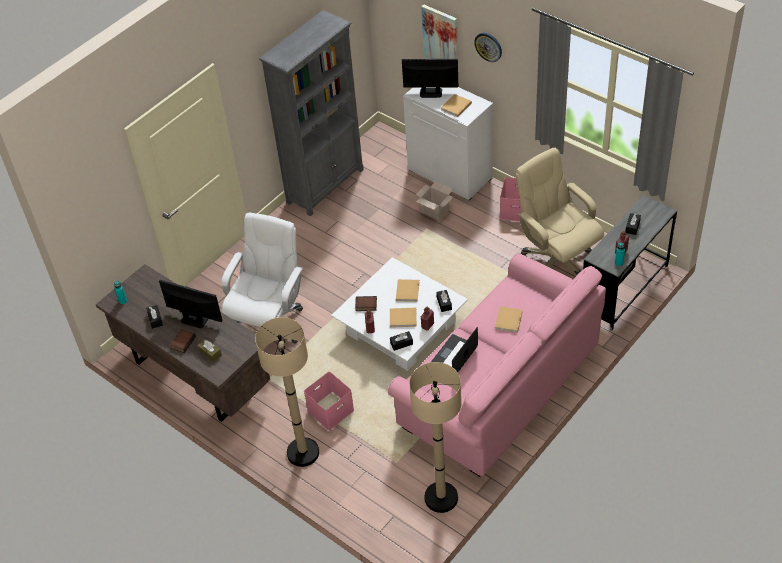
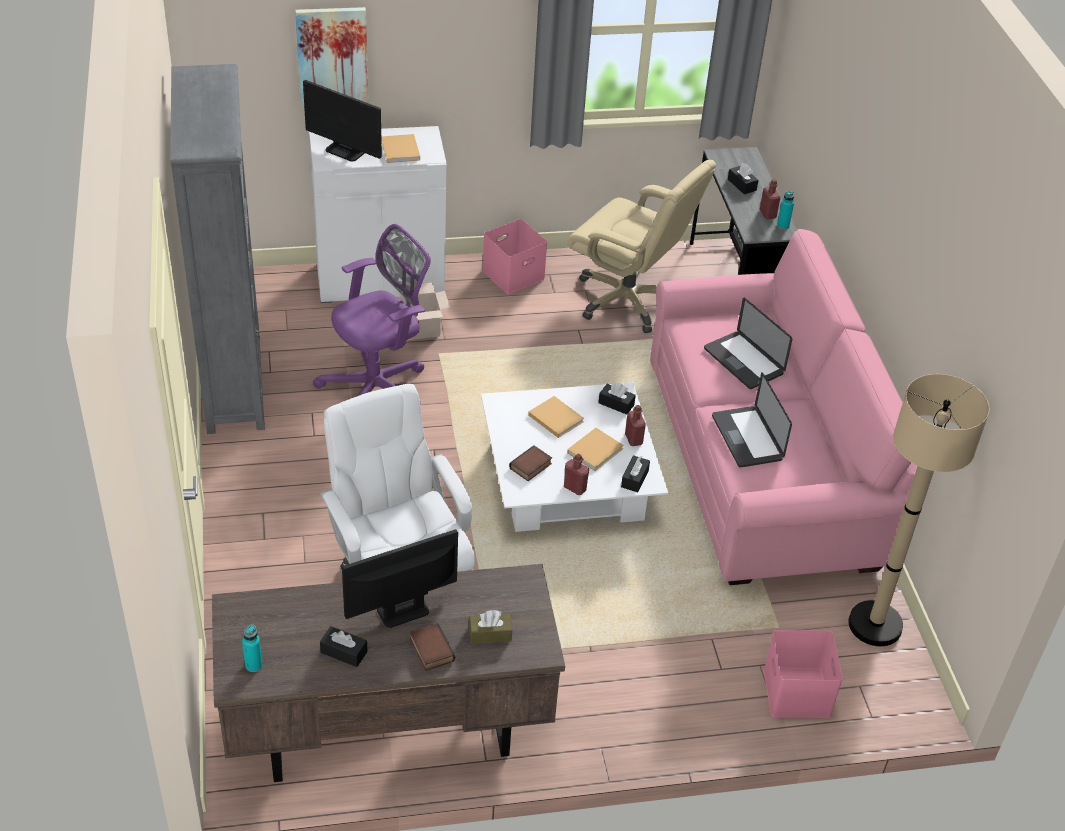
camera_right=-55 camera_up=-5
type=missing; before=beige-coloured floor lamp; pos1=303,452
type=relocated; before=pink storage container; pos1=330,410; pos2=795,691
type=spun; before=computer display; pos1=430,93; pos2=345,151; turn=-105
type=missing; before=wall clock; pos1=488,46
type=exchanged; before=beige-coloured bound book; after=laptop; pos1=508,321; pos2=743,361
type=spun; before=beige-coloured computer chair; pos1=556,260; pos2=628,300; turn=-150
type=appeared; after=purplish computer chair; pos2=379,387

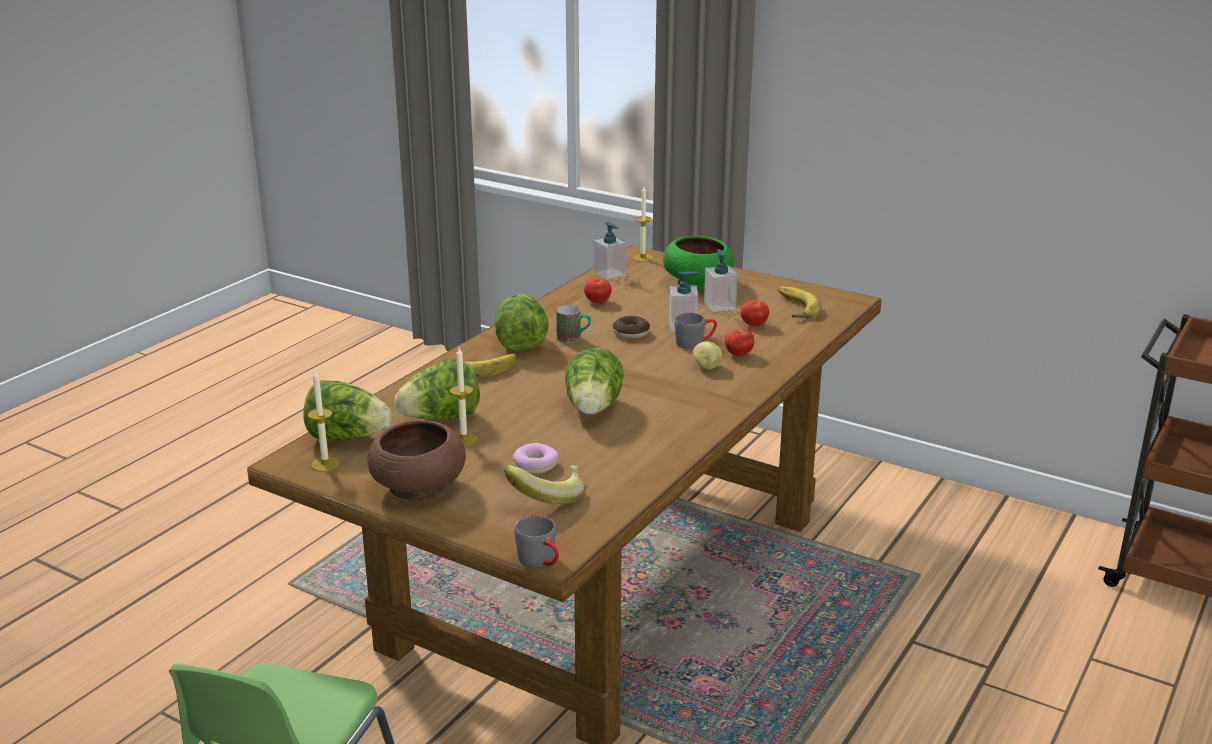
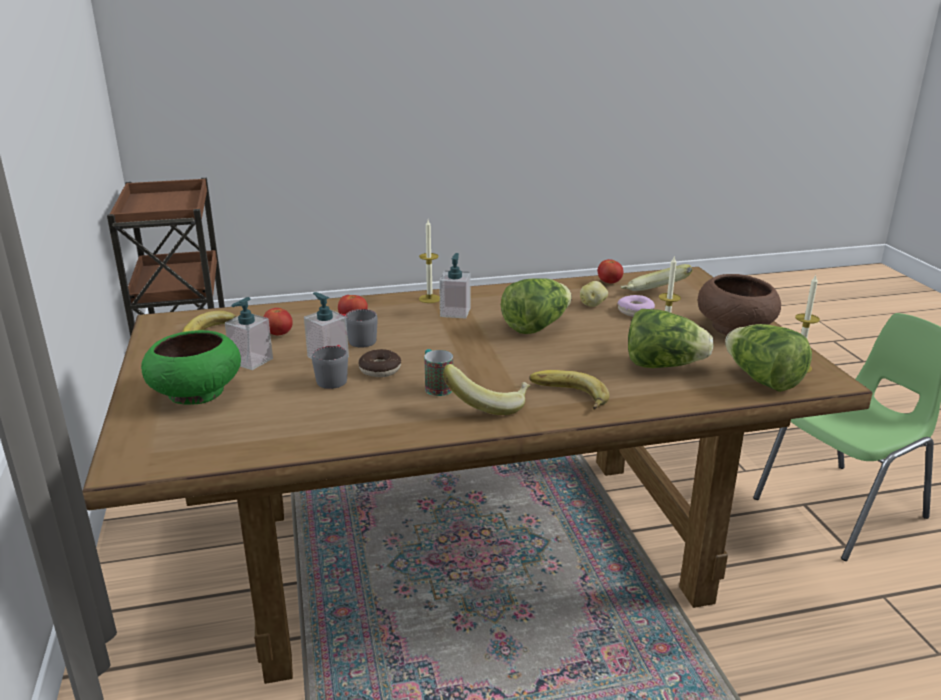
camera_right=-135 camera_up=0
type=exchanged; before=lettuce; after=banana; pos1=520,342; pos2=488,404
type=relocated; before=grey coffee mug; pos1=541,561; pos2=333,378
type=relocated; before=fresh tomato; pos1=597,302; pos2=609,283
type=relocated; before=liquid soap bottle; pos1=609,274; pos2=455,312
type=relocated; before=wax candle; pos1=643,258; pos2=429,299
type=relocated; before=potato; pos1=706,367; pos2=593,304

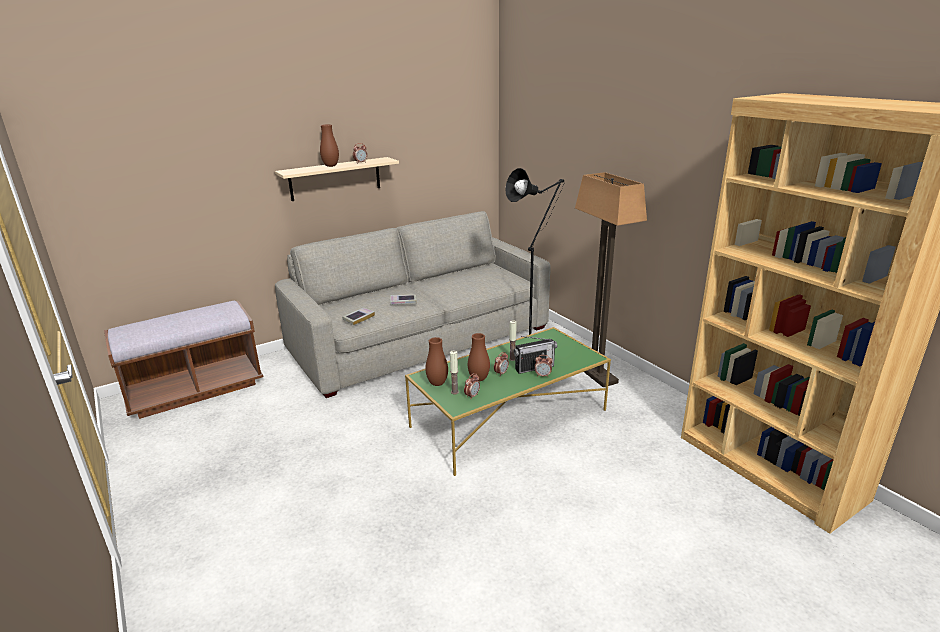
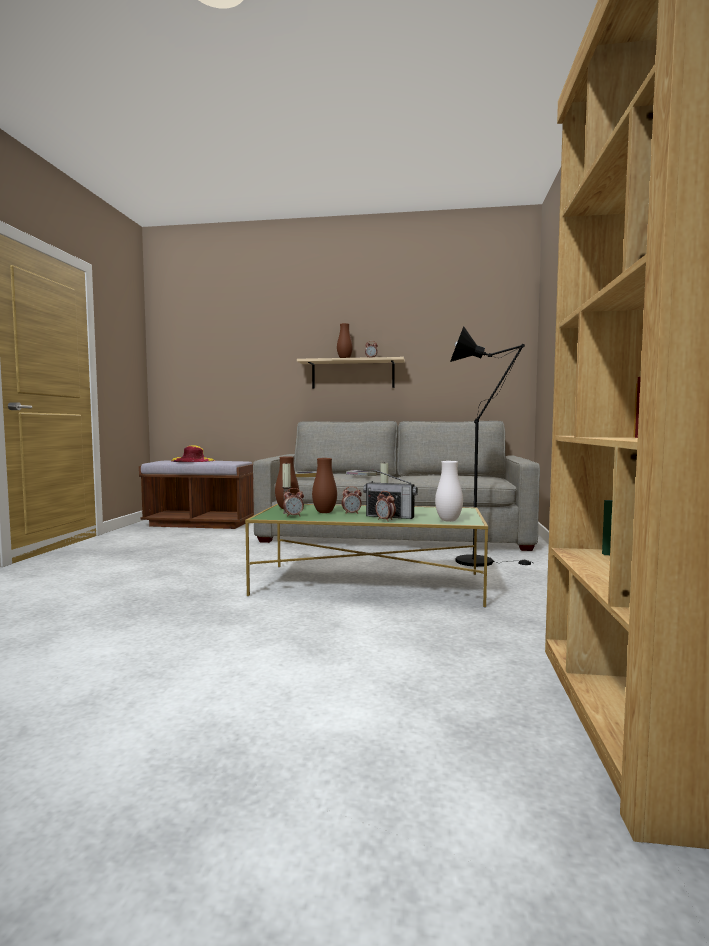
camera_right=40 camera_up=-20
type=missing; before=floor lamp; pos1=596,374
type=appeared; after=yellow wearable hat; pos2=193,460
type=appeared; after=whitish flower vase; pos2=448,520

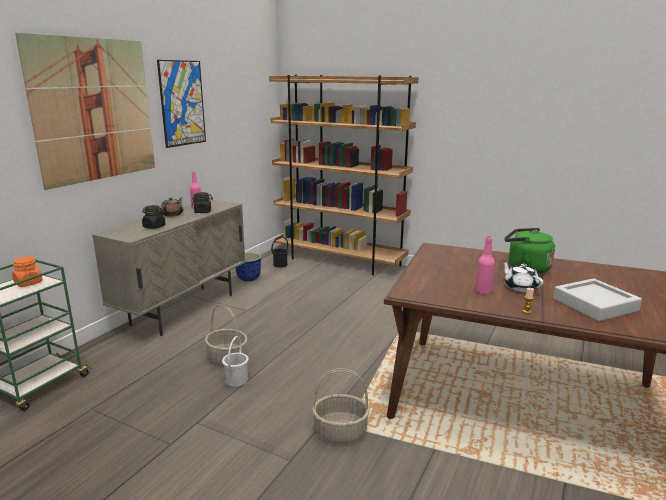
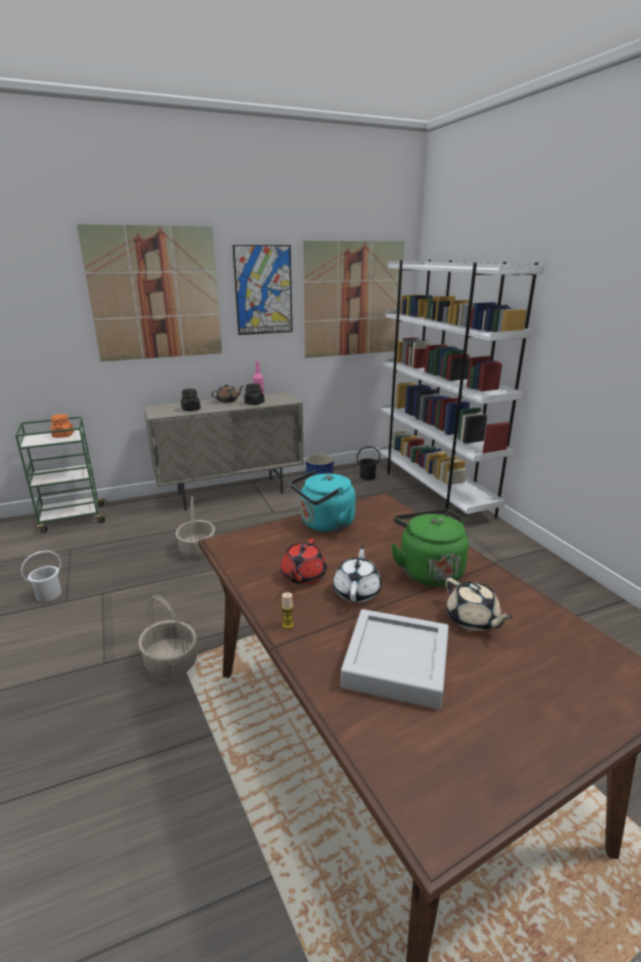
camera_right=40 camera_up=5
type=relocated; before=whitish water bucket; pos1=236,380; pos2=48,594
type=colour; before=brown-coloured shelving unit; after=whitish shelving unit; pos1=339,261; pos2=433,490
type=exchanged; before=pink bottle; after=red pot for tea; pos1=483,291; pos2=303,576
type=appeared; after=blue-green water kettle; pos2=324,524
type=appeared; after=wall art; pos2=353,299
type=appeared; after=beige-coloured pot for tea; pos2=472,620

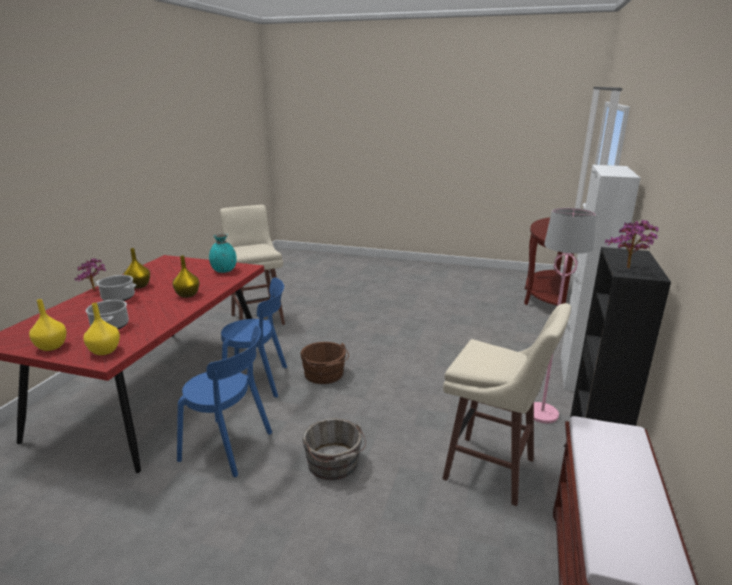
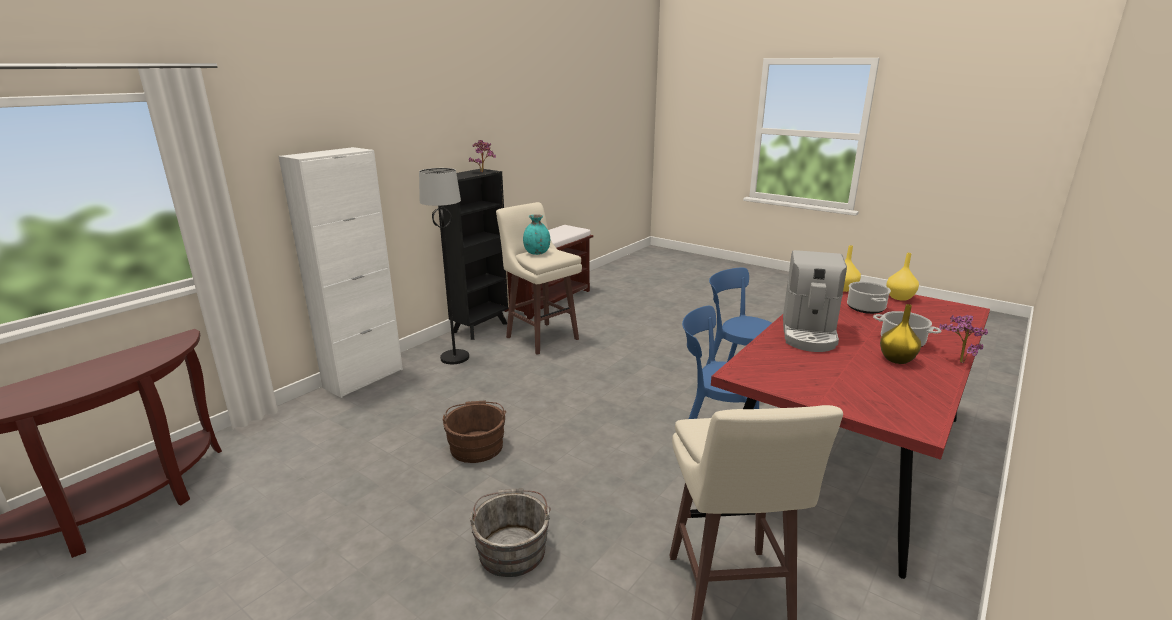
camera_right=-160 camera_up=0
type=exchanged; before=yellow flower vase; after=coffee maker; pos1=187,295; pos2=809,334
type=relocated; before=blue-green flower vase; pos1=224,270; pos2=537,253
type=relocated; before=brown-coloured water bucket; pos1=325,375; pos2=476,445
type=relocated; before=grey water bucket; pos1=334,464; pos2=512,548
type=colour; before=pink floor lamp; after=blackish floor lamp; pos1=542,414; pos2=454,357

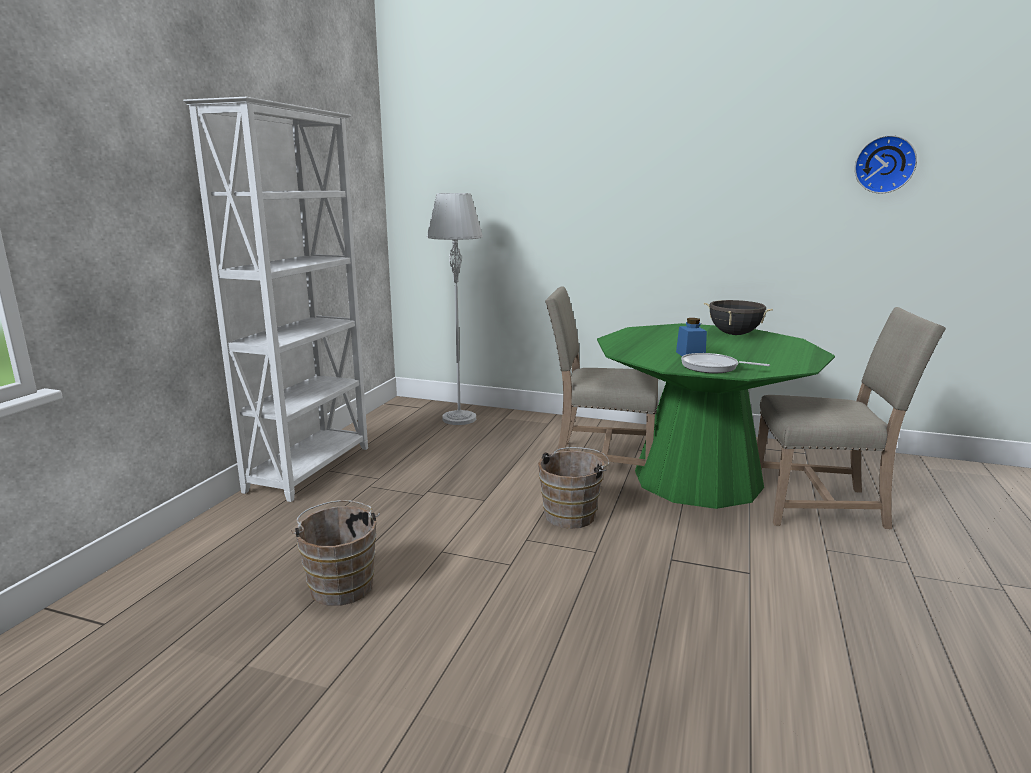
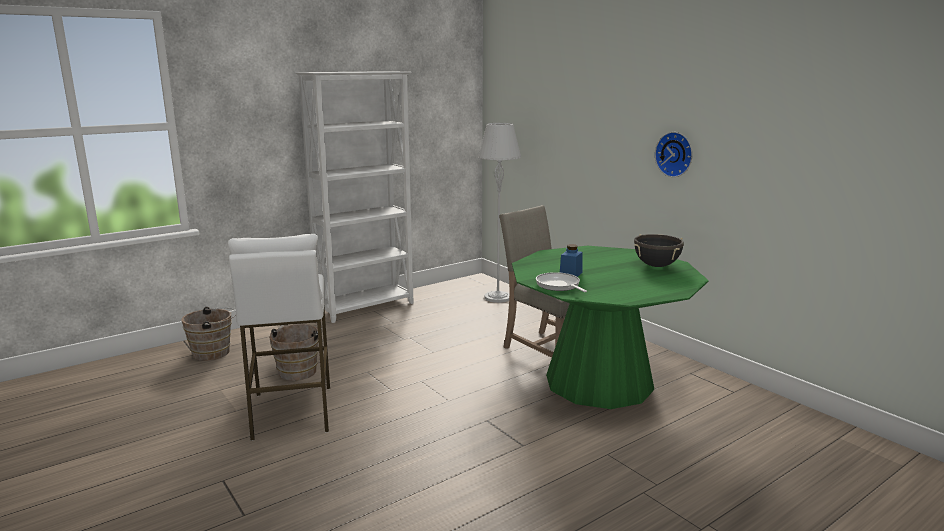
camera_right=35 camera_up=0
type=relocated; before=brown-coloured water bucket; pos1=572,514; pos2=214,353
type=missing; before=beige-coloured upright chair; pos1=822,505
type=relocated; before=wall clock; pos1=884,164; pos2=675,154
type=appeared; after=whitish sitting stool; pos2=291,412

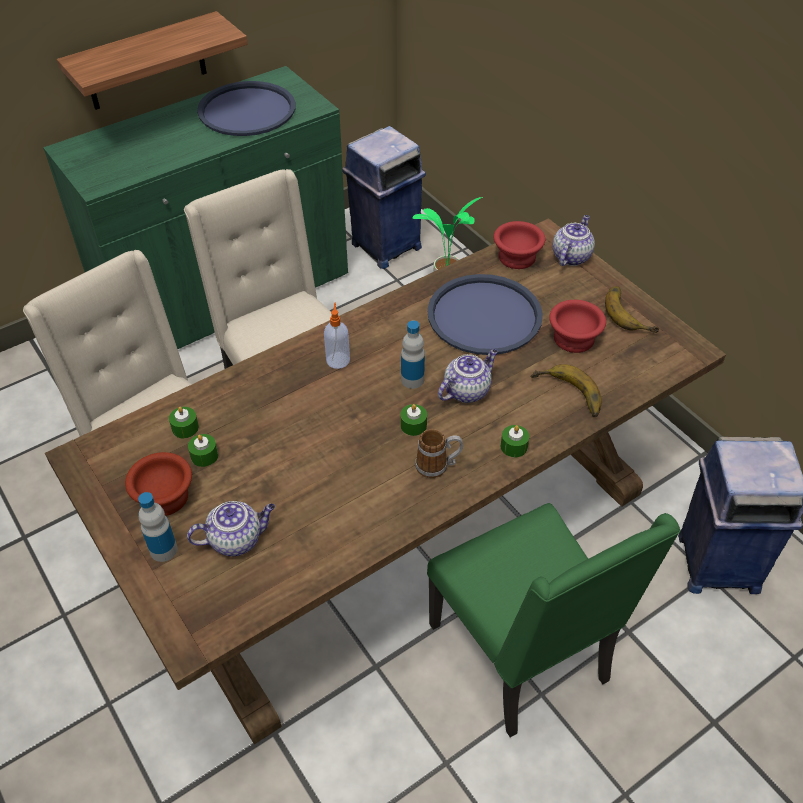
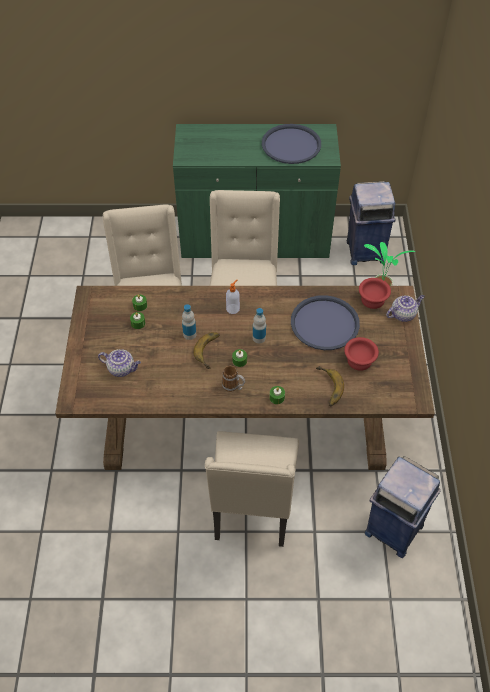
camera_right=35 camera_up=5
type=missing; before=wall shelf; pos1=145,62
type=missing; before=brown-coloured deep dish; pos1=165,495
type=relocated; before=bottle; pos1=163,550; pos2=189,334
type=colour; before=greenish upright chair; after=beige-coloured upright chair; pos1=523,654; pos2=253,508
type=missing; before=pot for tea; pos1=467,390
type=relocated; before=banana; pos1=631,312; pos2=211,351

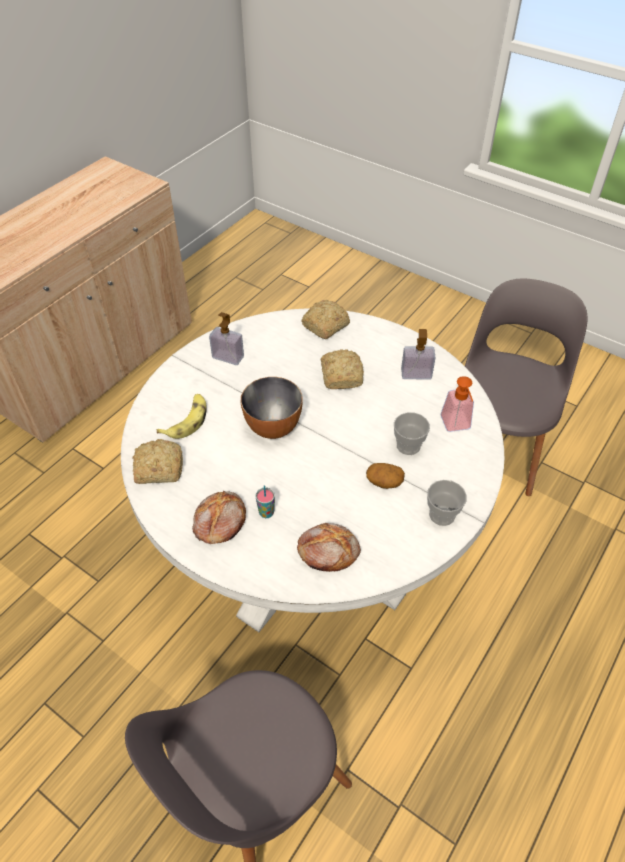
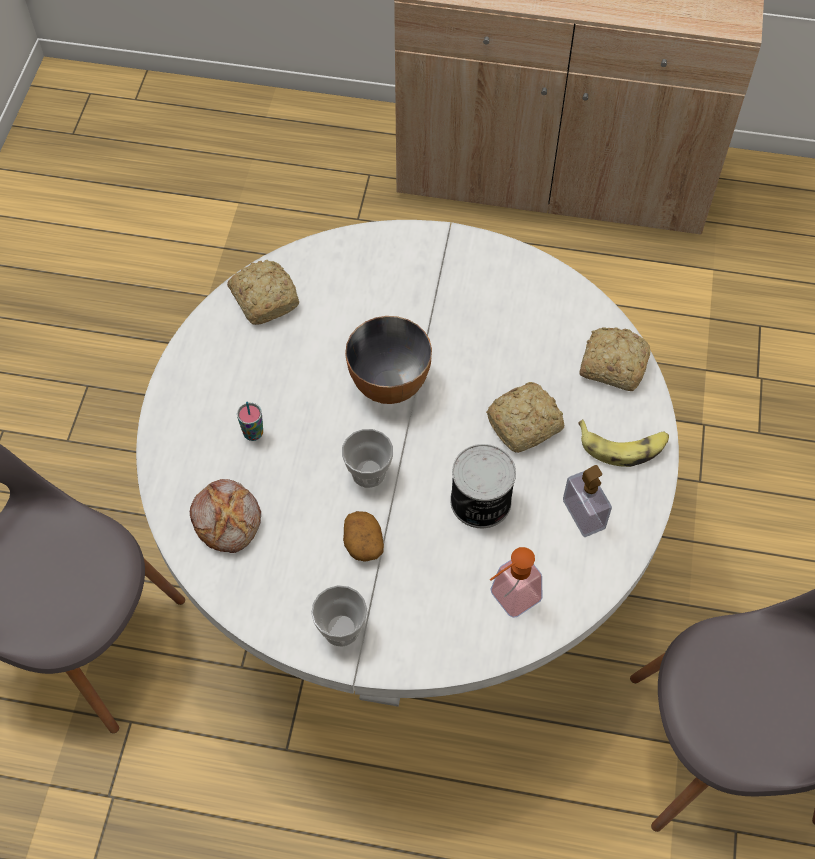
camera_right=65 camera_up=10
type=relocated; before=banana; pos1=187,420; pos2=623,446
type=missing; before=bread; pos1=219,522
type=missing; before=liquid soap bottle; pos1=228,357
type=relocated; before=drinking cup; pos1=408,446; pos2=368,472
type=appeared; after=can; pos2=480,502

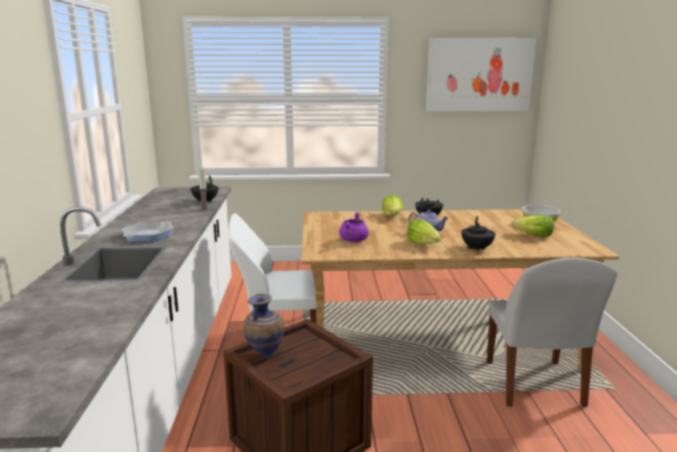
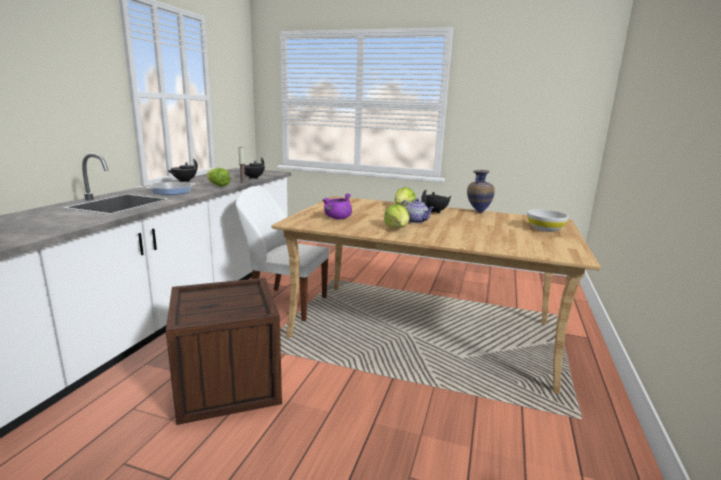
camera_right=20 camera_up=0
type=relocated; before=flower vase; pos1=264,355; pos2=478,212
type=missing; before=wall art; pos1=479,75
type=relocated; before=blackish pot for tea; pos1=476,249; pos2=184,181
type=missing; before=whitish upright chair; pos1=534,385
type=relocated; before=lettuce; pos1=533,236; pos2=217,185

